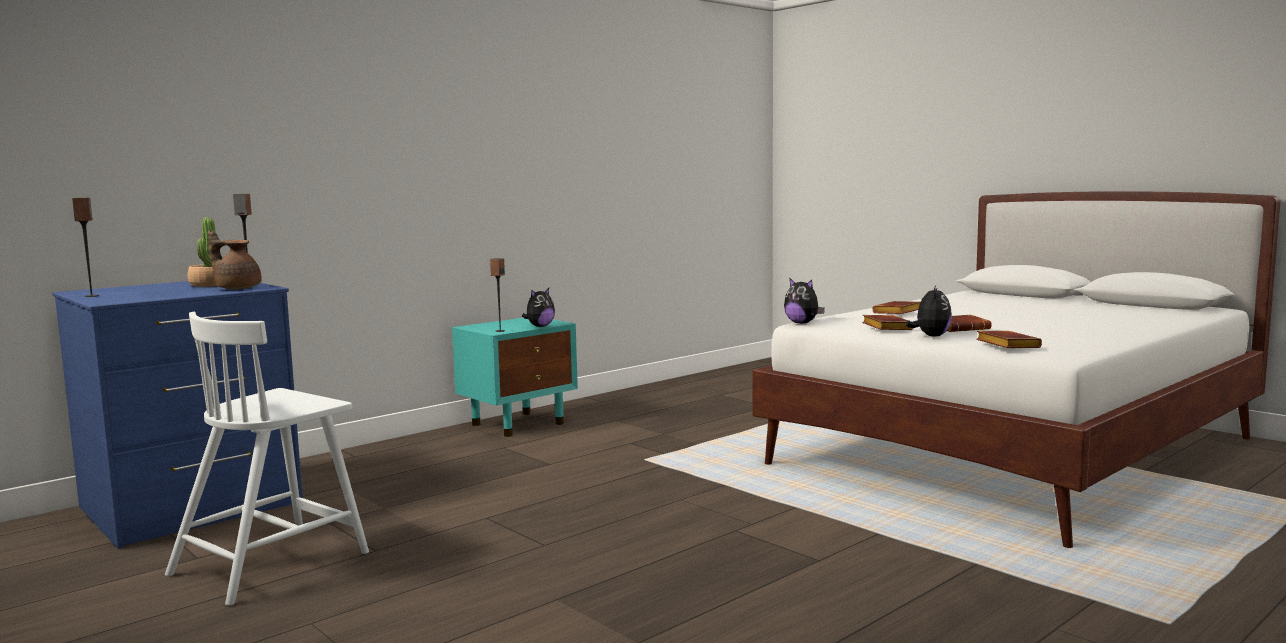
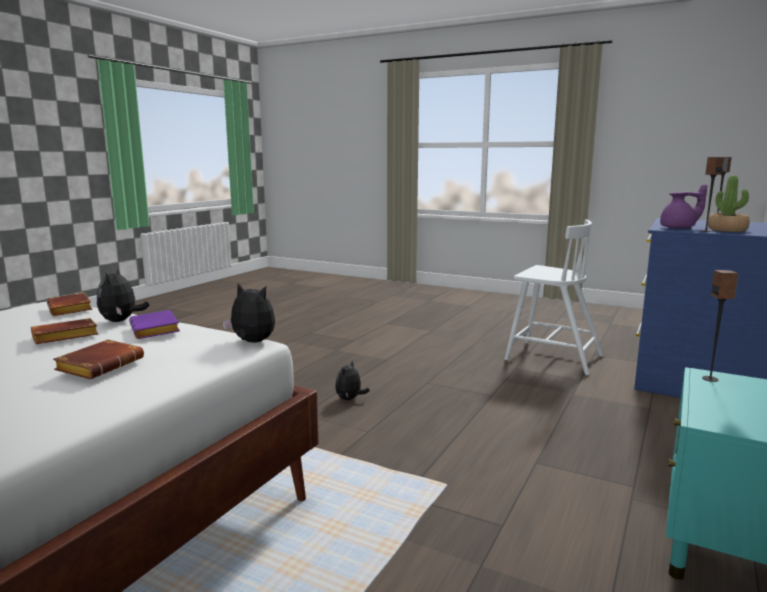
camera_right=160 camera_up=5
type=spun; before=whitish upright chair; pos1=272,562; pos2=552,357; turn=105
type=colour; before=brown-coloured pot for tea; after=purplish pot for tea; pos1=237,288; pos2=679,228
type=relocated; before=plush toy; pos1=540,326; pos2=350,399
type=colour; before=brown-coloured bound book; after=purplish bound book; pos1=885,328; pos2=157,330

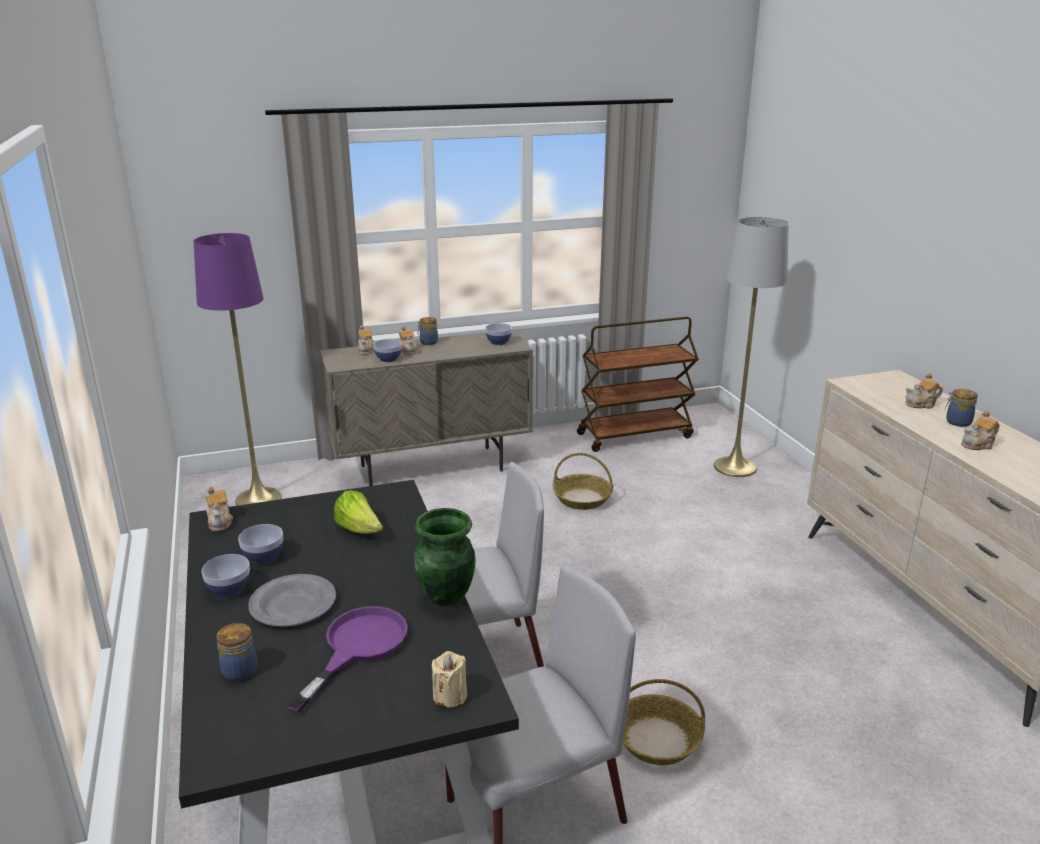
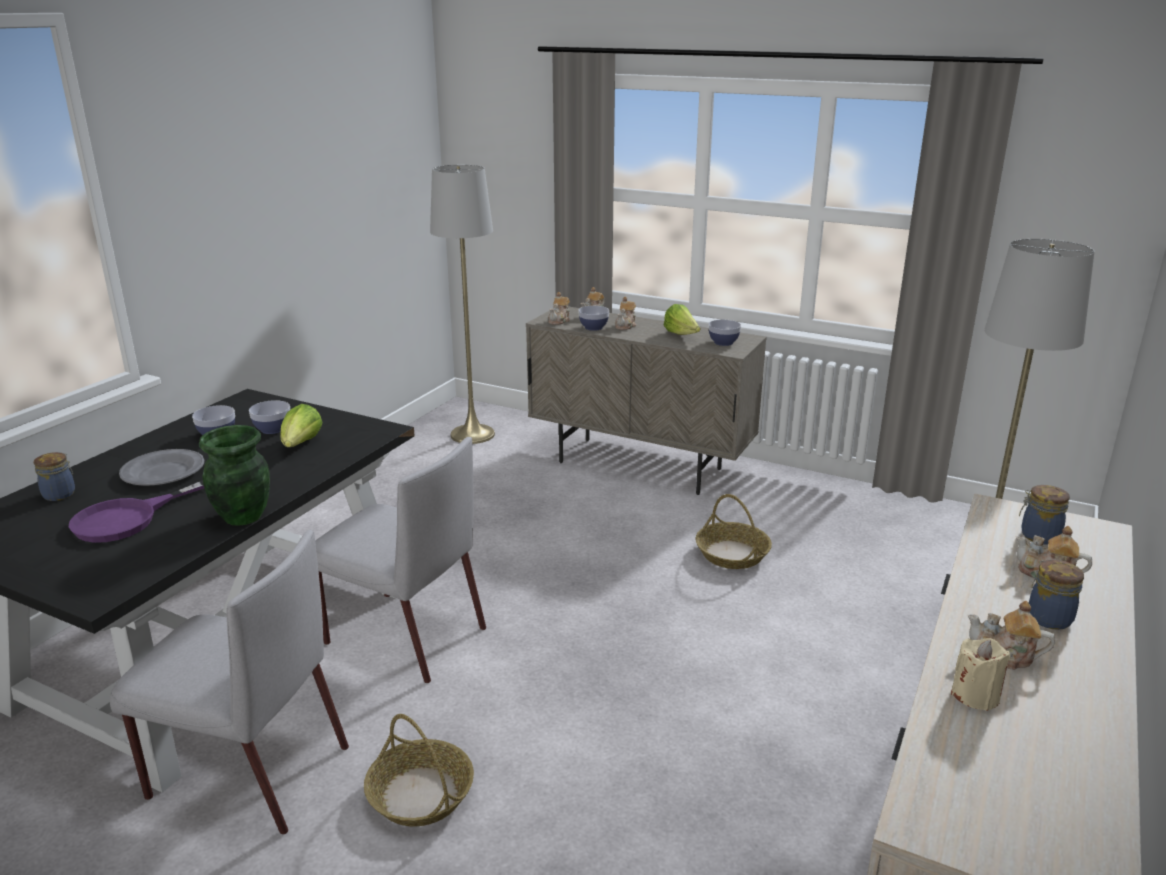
camera_right=45 camera_up=0
type=colour; before=purplish floor lamp; after=grey floor lamp; pos1=258,499; pos2=472,434
type=relocated; before=deep dish; pos1=229,589; pos2=272,429
type=relocated; before=pot for tea; pos1=220,521; pos2=559,320
type=spun; before=purplish skillet; pos1=357,647; pos2=129,518; turn=150
type=relocated; before=jar; pos1=428,342; pos2=1038,536
type=relocated; before=beige-coloured wax candle; pos1=450,696; pos2=975,695
type=missing; before=brown-coloured cart; pos1=635,435
type=appeared; after=lettuce; pos2=681,335

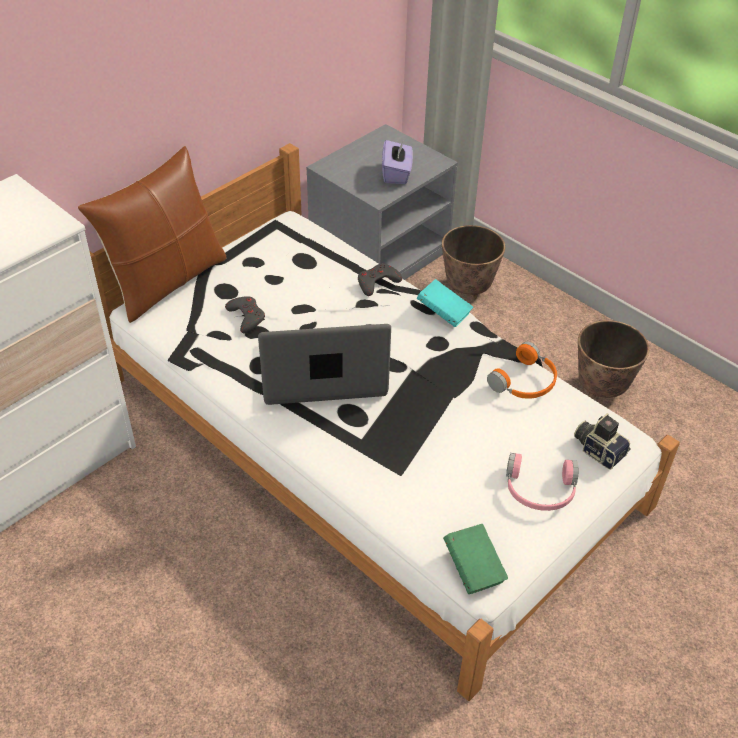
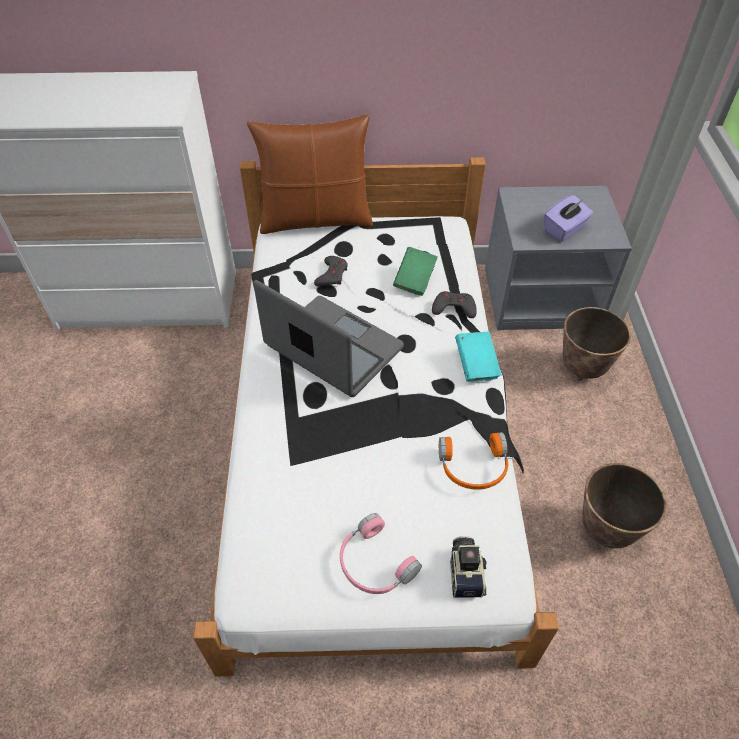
camera_right=45 camera_up=5
type=relocated; before=greenish bound book; pos1=473,568; pos2=415,280

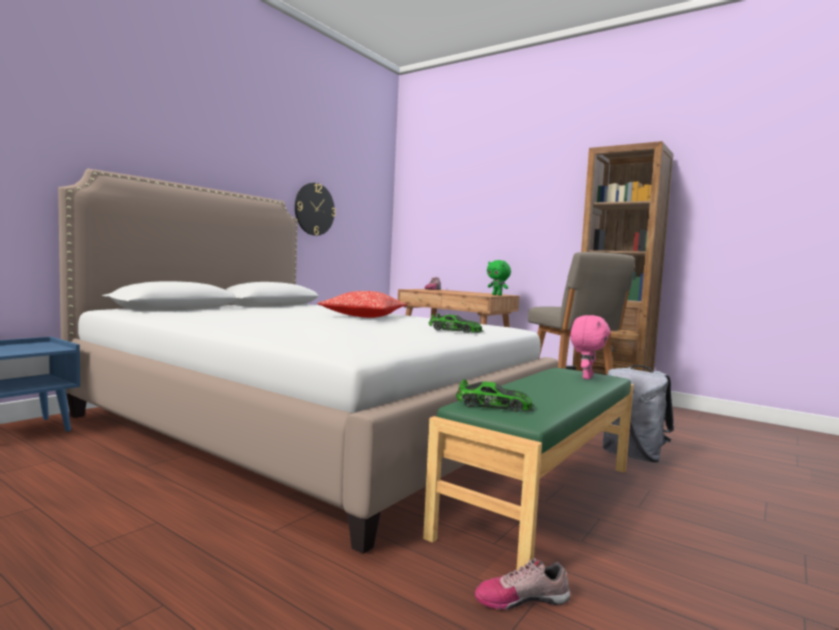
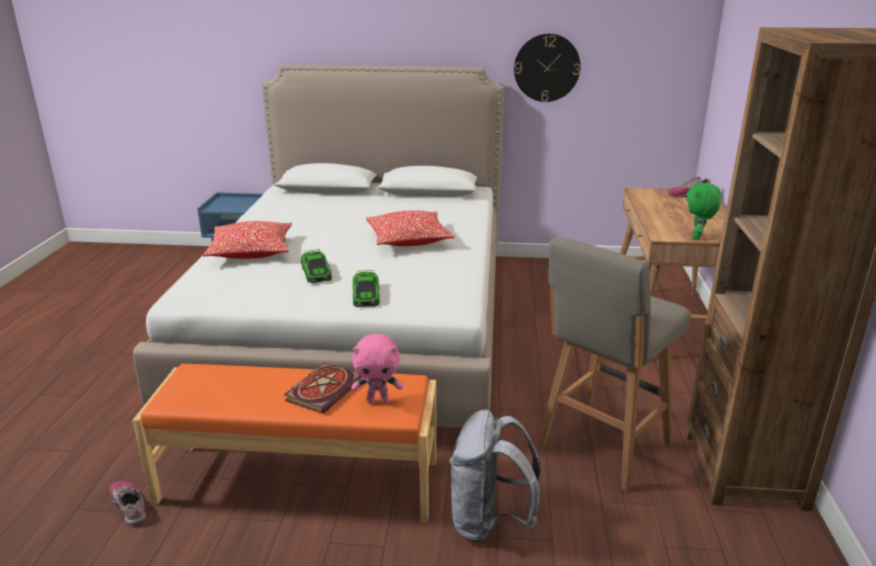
camera_right=60 camera_up=20
type=colour; before=greenish long seat; after=orange-coloured long seat; pos1=539,498; pos2=300,480
type=relocated; before=toy car; pos1=494,405; pos2=316,272
type=appeared; after=throw pillow; pos2=251,252
type=appeared; after=bound book; pos2=324,389

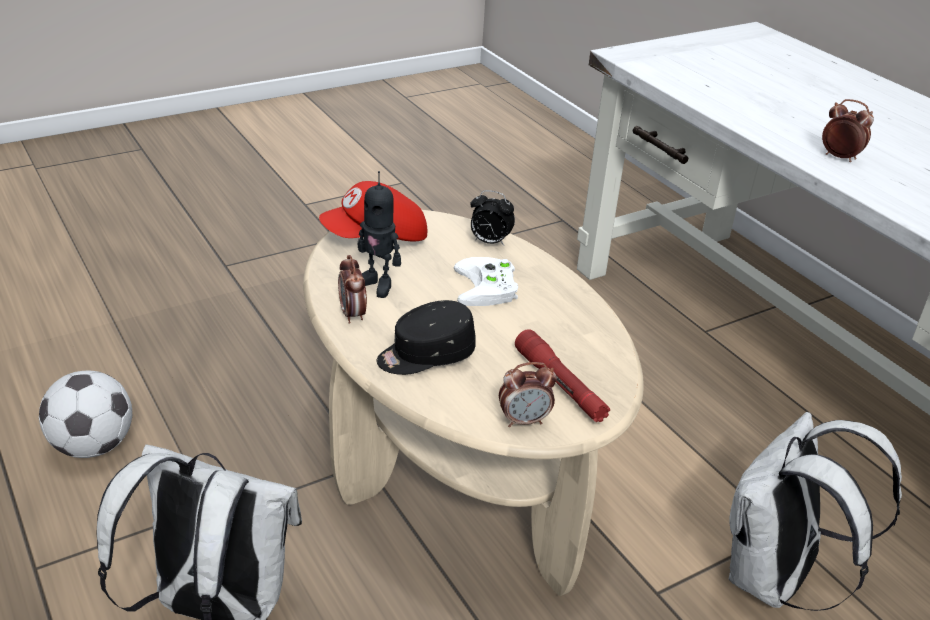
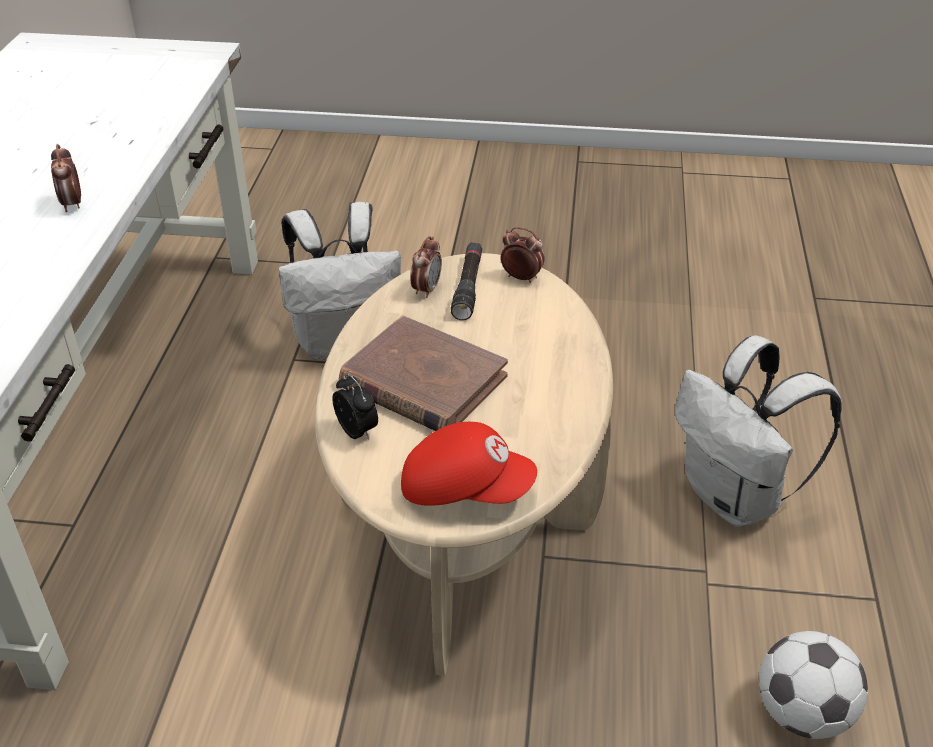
camera_right=-140 camera_up=5
type=relocated; before=bedside clock; pos1=352,314; pos2=426,289
type=missing; before=robot figure; pos1=377,284
type=missing; before=blackish cap; pos1=425,355
type=exchanged; before=whitish joypad; after=brown-coloured bound book; pos1=488,288; pos2=422,382
type=colour; before=red hand torch; after=blackish hand torch; pos1=560,385; pos2=468,287

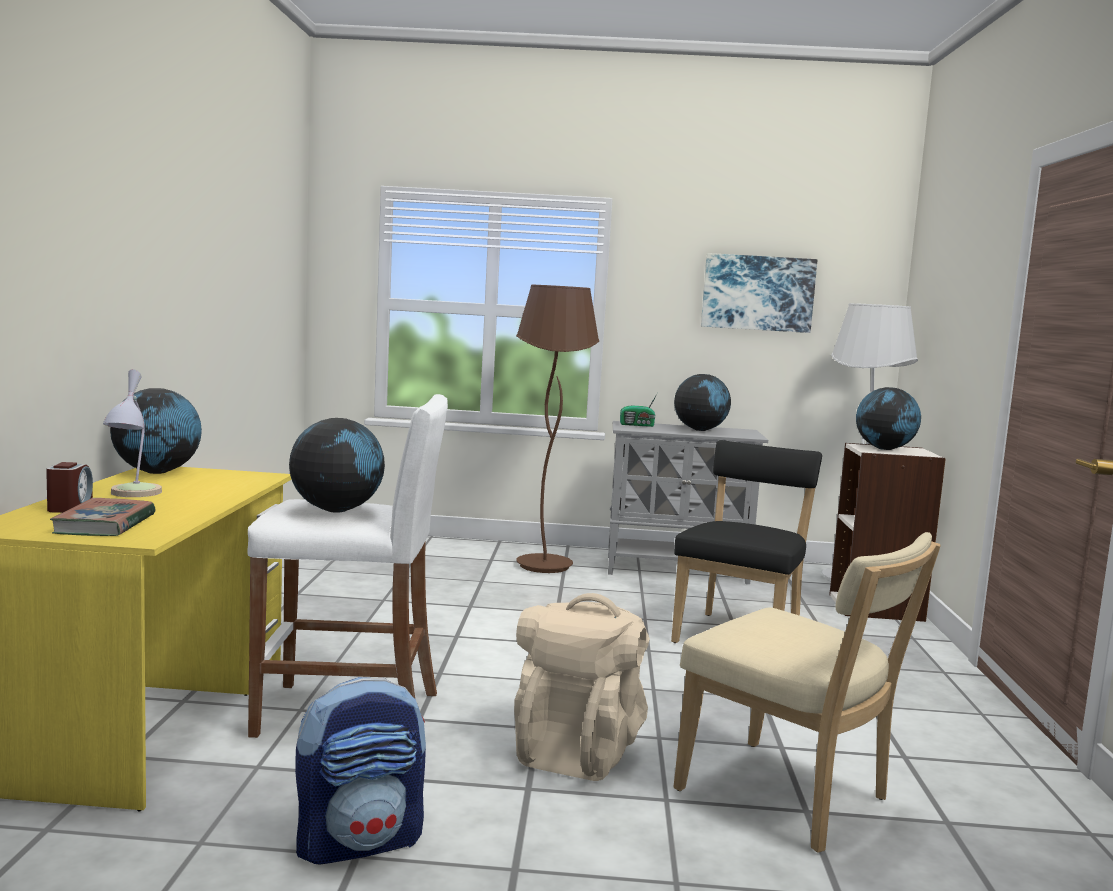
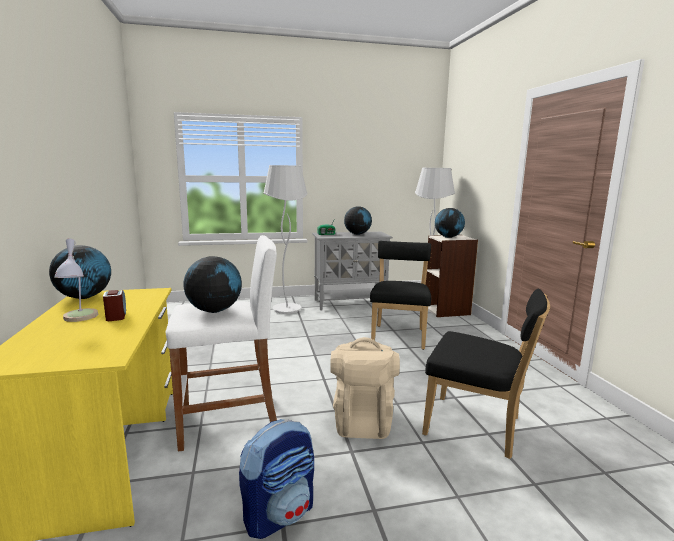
camera_right=-15 camera_up=5
type=relocated; before=bedside clock; pos1=70,507; pos2=116,316
type=missing; before=bound book; pos1=105,524
type=colour; before=brown-coloured floor lamp; after=whitish floor lamp; pos1=544,566; pos2=287,309
type=colour; before=beige-coloured upright chair; after=blackish upright chair; pos1=790,798; pos2=477,427
type=missing; before=wall art; pos1=757,293

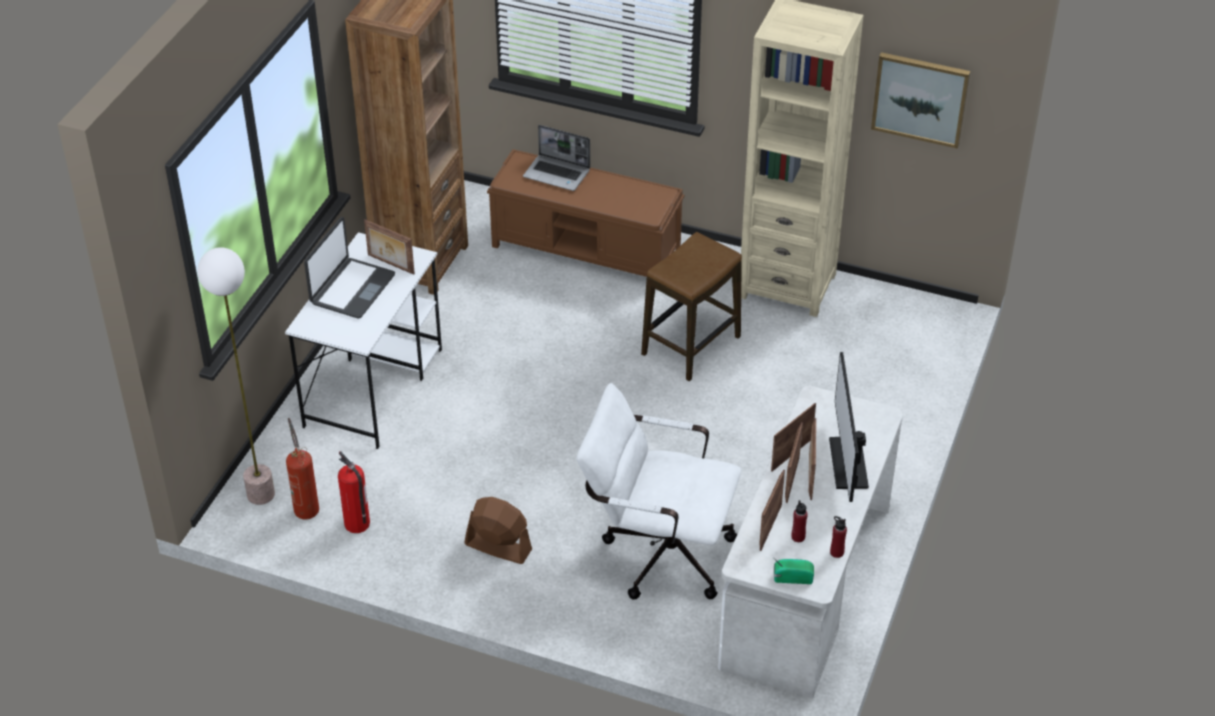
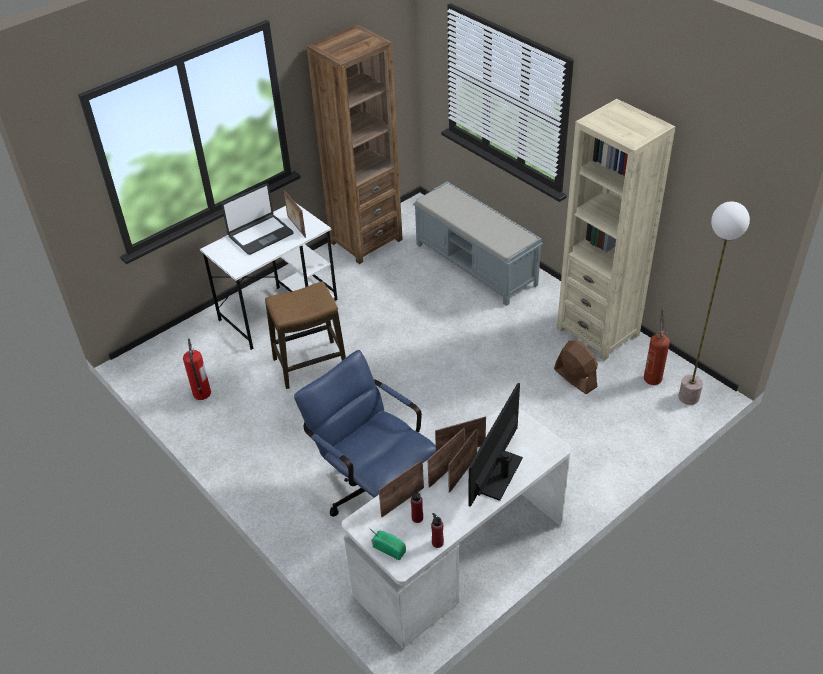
camera_right=30 camera_up=0
type=relocated; before=floor lamp; pos1=261,494; pos2=689,397
type=relocated; before=fire-fighting cylinder; pos1=305,506; pos2=652,375
type=relocated; before=brown-coloured electric fan; pos1=498,547; pos2=575,378
type=colour; before=brown-coloured long seat; after=grey long seat; pos1=587,249; pos2=476,265
type=missing; before=laptop; pos1=557,174
type=colour; before=whitish computer chair; after=blue computer chair; pos1=657,552; pos2=373,488
type=relocated; before=sitting stool; pos1=691,346; pos2=310,365
type=missing; before=wall art; pos1=920,98

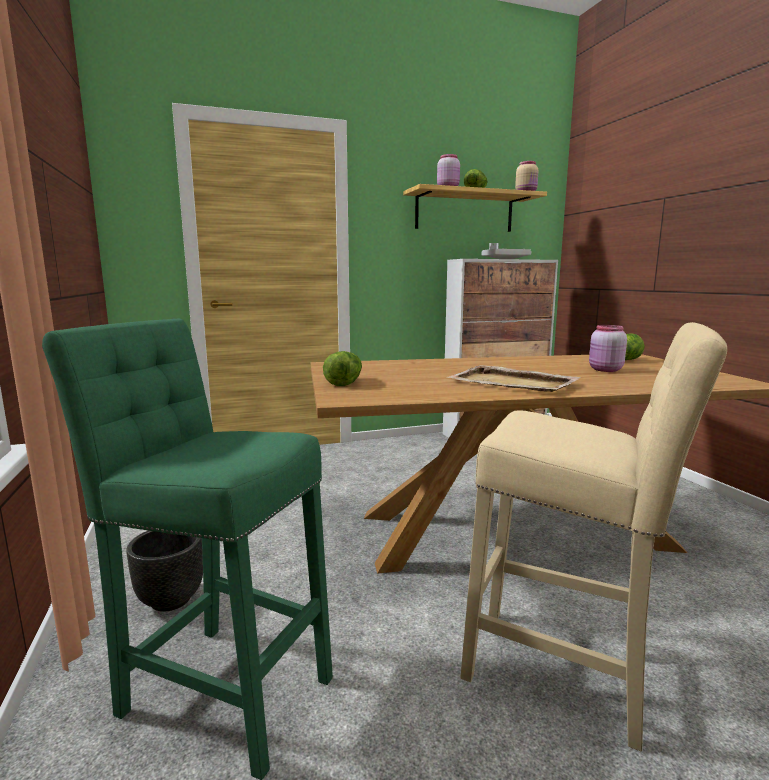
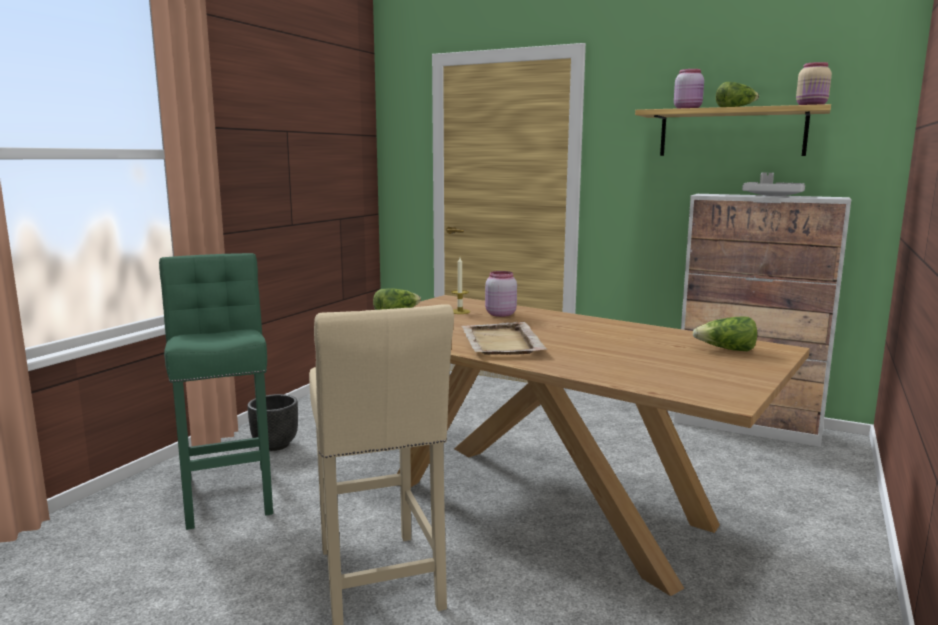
camera_right=45 camera_up=0
type=relocated; before=pink jar; pos1=604,370; pos2=499,314
type=appeared; after=wax candle; pos2=460,311

